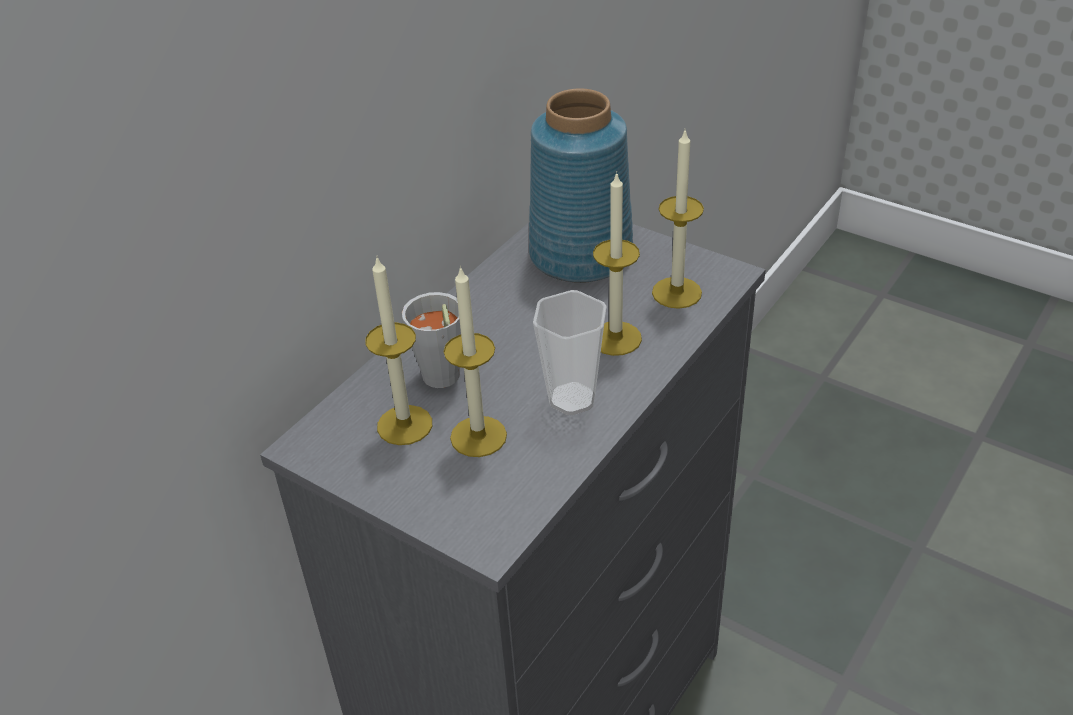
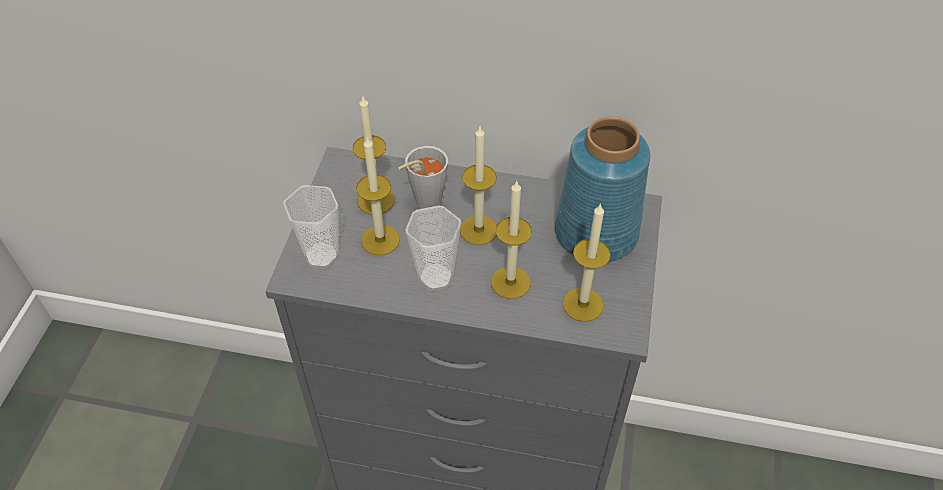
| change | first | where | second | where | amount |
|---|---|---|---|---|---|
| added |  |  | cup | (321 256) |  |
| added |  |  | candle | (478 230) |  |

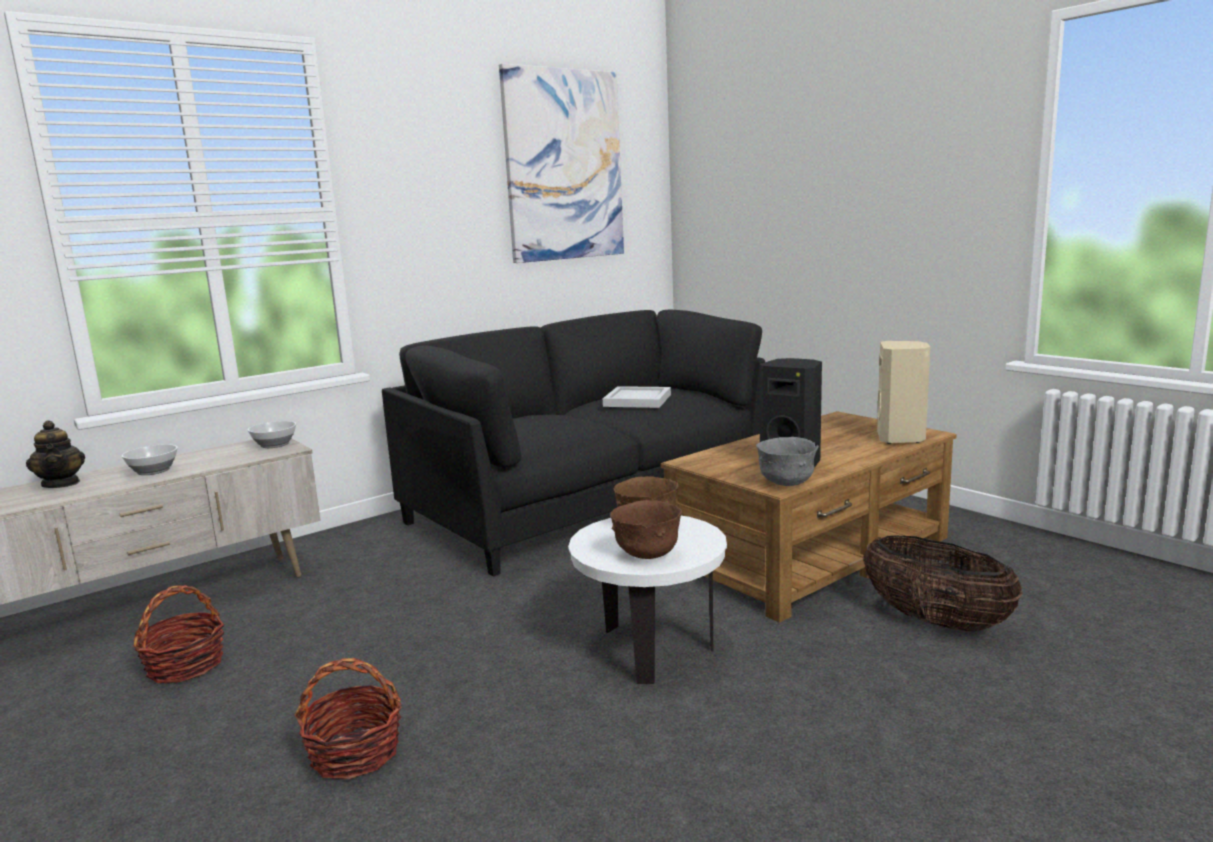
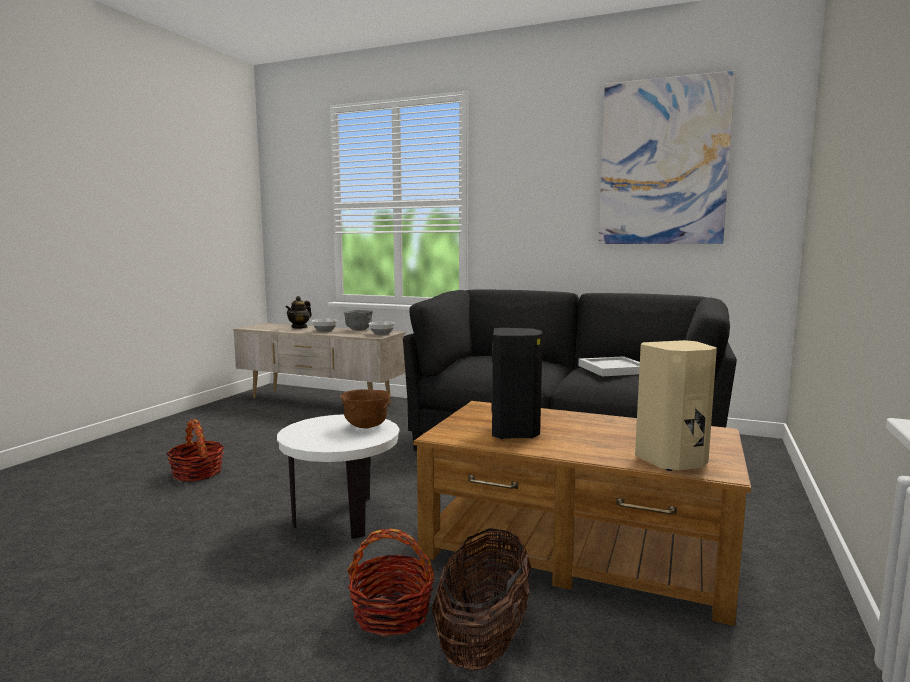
| change | first | where | second | where | amount |
|---|---|---|---|---|---|
| removed | bowl/brown | (647 555) |  |  |  |
| moved | basket | (185 665) |  | (392 613) |  |
| moved | bowl/grey | (786 484) |  | (359 330) |  |

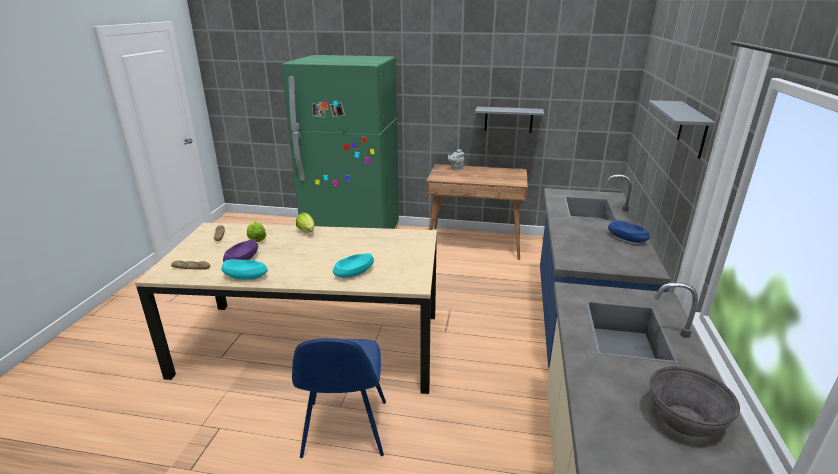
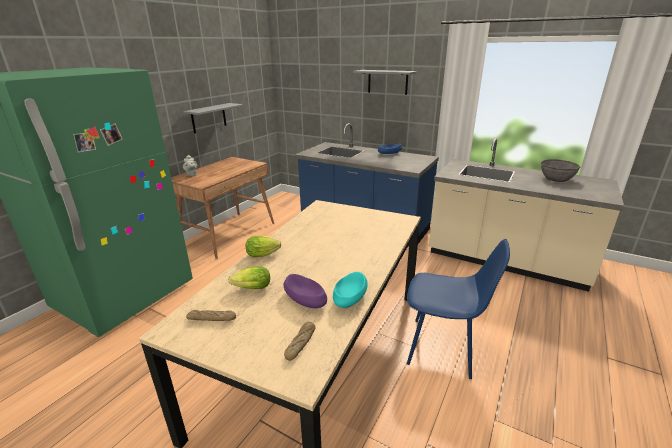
| change | first | where | second | where | amount |
|---|---|---|---|---|---|
| removed | bowl/turquoise | (354 273) |  |  |  |

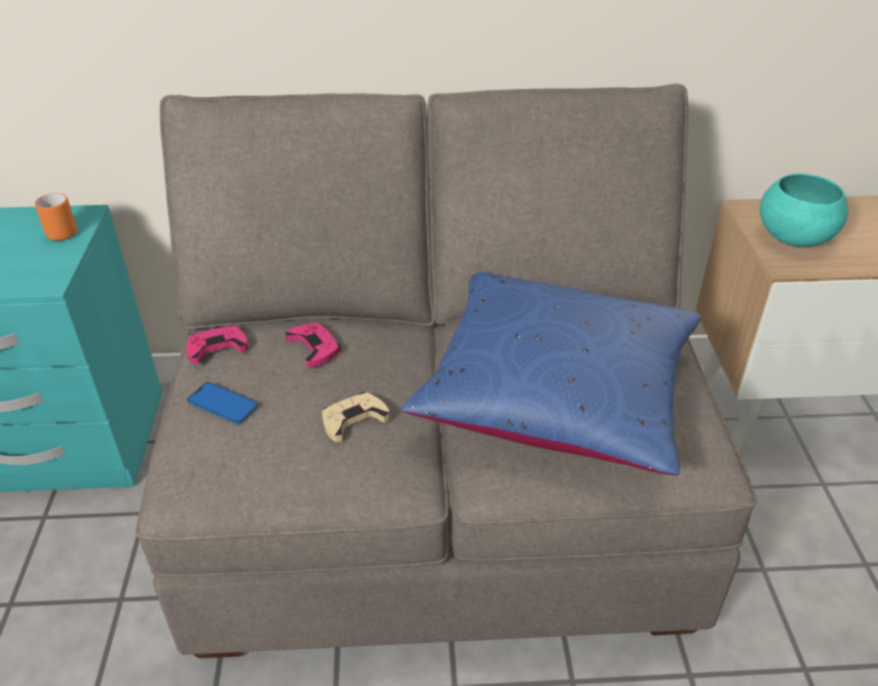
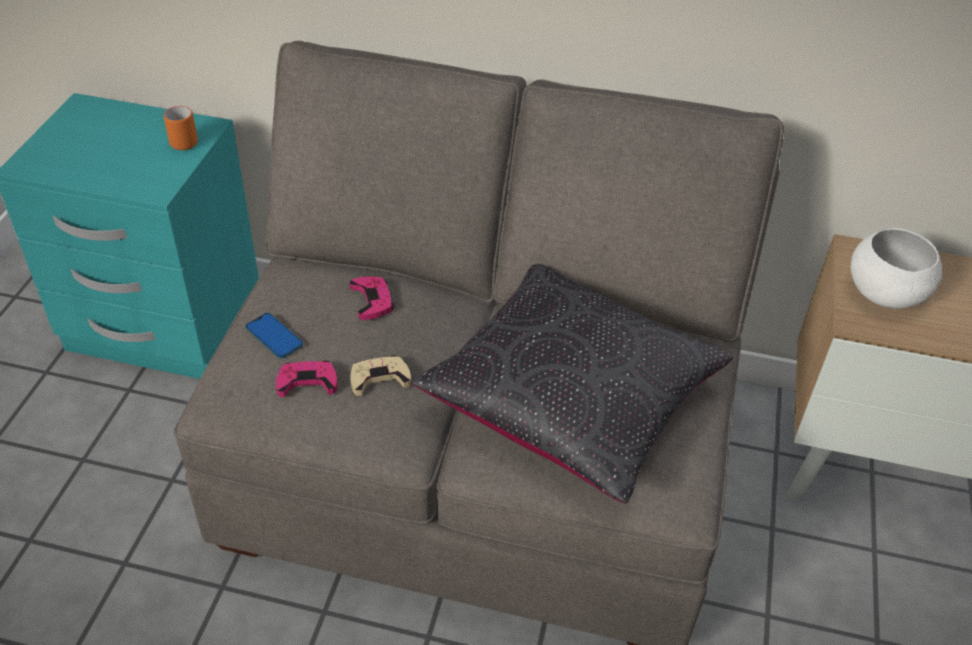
| change | first | where | second | where | amount |
|---|---|---|---|---|---|
| moved | game controller/pink | (216 348) |  | (307 382) |  |
| recoloured | pillow/blue | (556 393) | pillow/black | (571 398) |  |
| recoloured | bowl/turquoise | (793 238) | bowl/white | (884 294) |  |

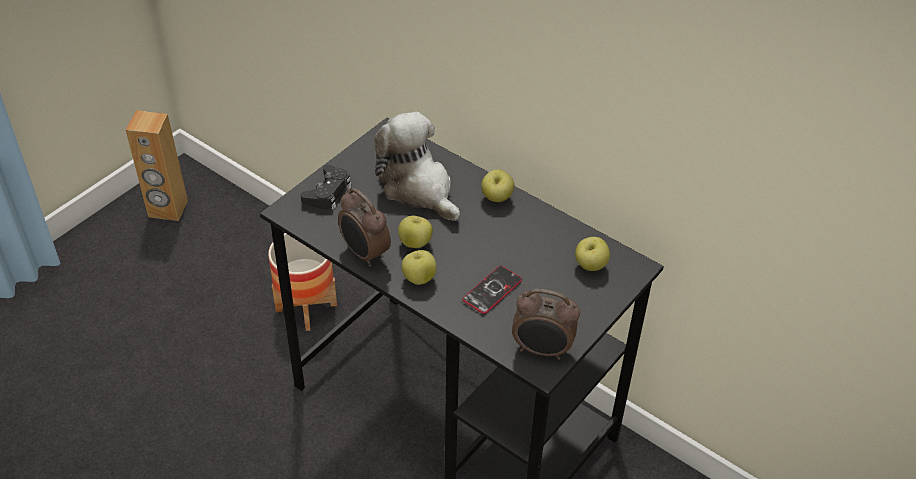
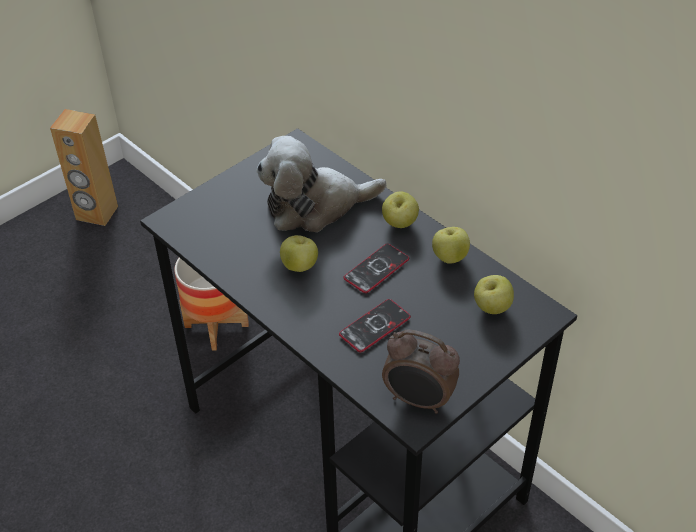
| change | first | where | second | where | amount |
|---|---|---|---|---|---|
| removed | game controller/black | (328 193) |  |  |  |
| removed | alarm clock | (364 254) |  |  |  |
| added |  |  | phone | (376 269) |  |
| moved | apple | (419 278) |  | (449 257) |  |
| turned | plush toy | (418 188) |  | (315 206) | 75 degrees counterclockwise |

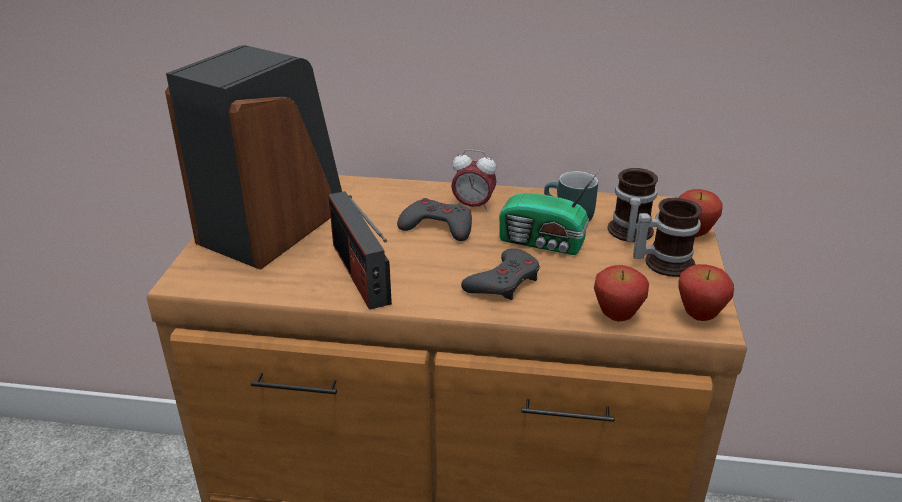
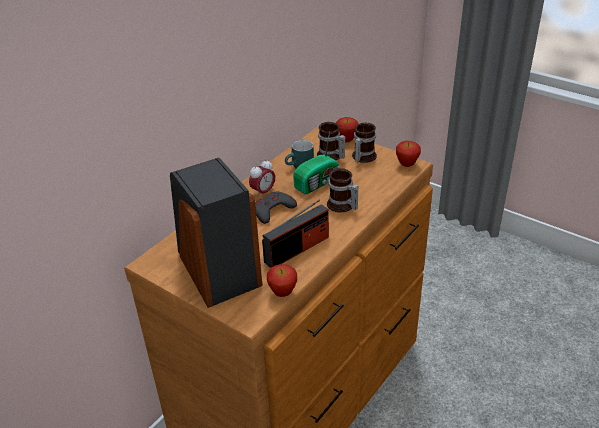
| change | first | where | second | where | amount |
|---|---|---|---|---|---|
| moved | apple | (617 317) |  | (283 293) |  |
| replaced | game controller/grey | (504 281) | mug | (341 206) |  |
| turned | radio | (360 273) |  | (297 249) | 45 degrees counterclockwise |

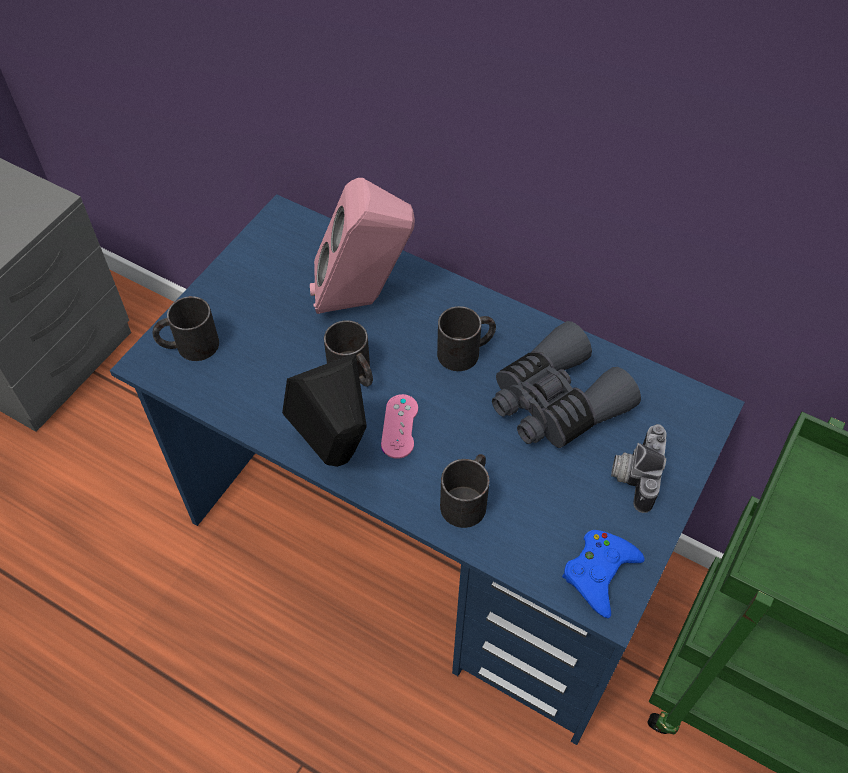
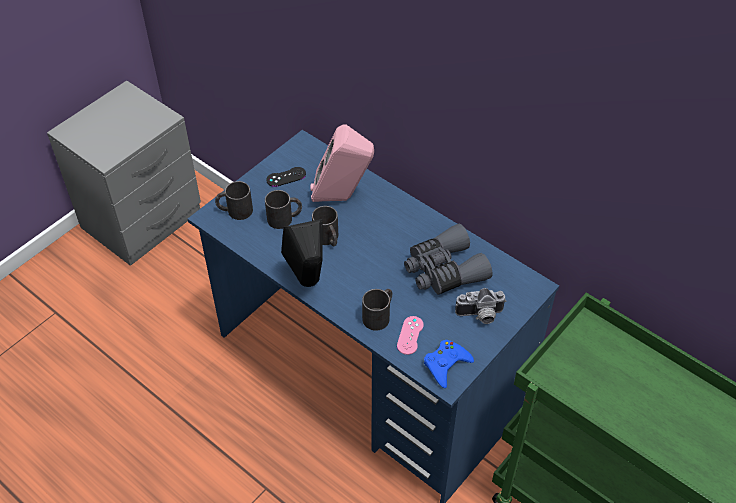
| change | first | where | second | where | amount |
|---|---|---|---|---|---|
| added |  |  | game controller/black | (286 177) |  |
| moved | game controller/pink | (399 426) |  | (410 335) |  |
| moved | mug/black | (466 351) |  | (285 218) |  |
| turned | photo camera | (634 474) |  | (480 316) | 120 degrees counterclockwise |

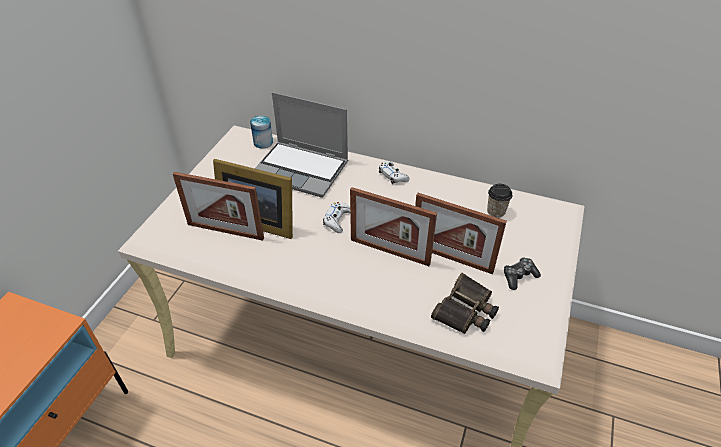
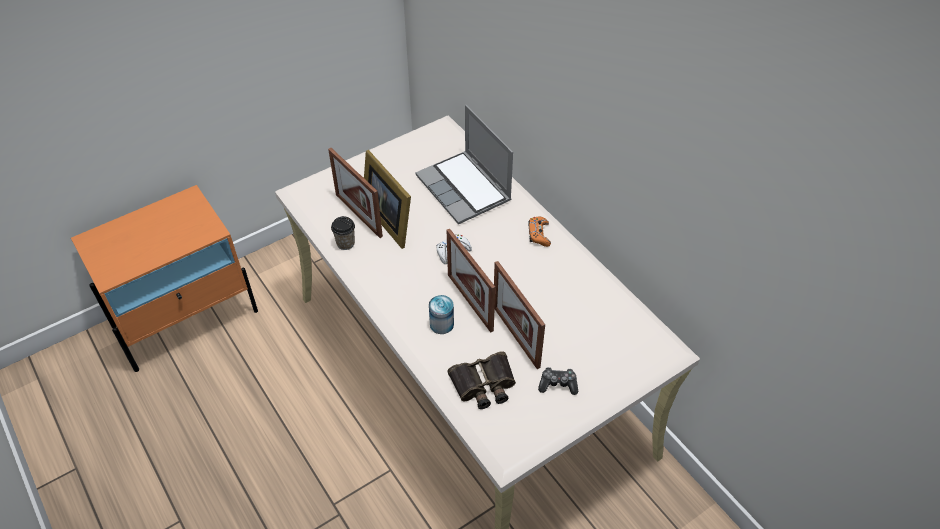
| change | first | where | second | where | amount |
|---|---|---|---|---|---|
| moved | can | (263 142) |  | (441 324) |  |
| moved | cup | (496 212) |  | (345 243) |  |
| recoloured | game controller/white | (393 176) | game controller/orange | (539 234) |  |

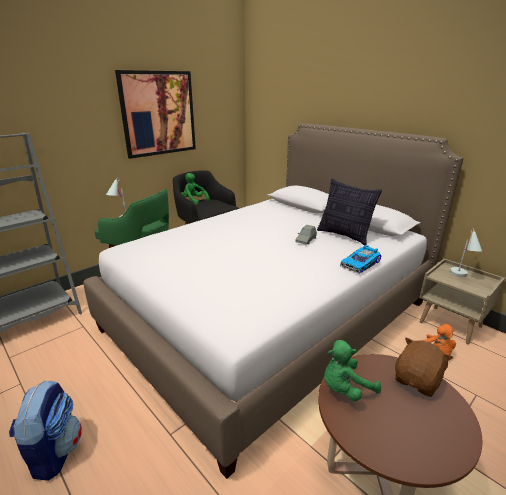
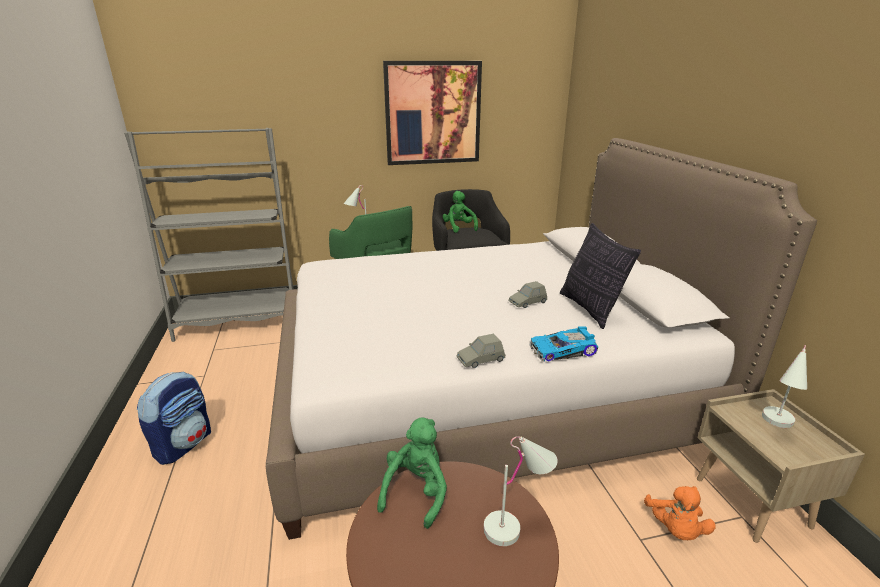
| change | first | where | second | where | amount |
|---|---|---|---|---|---|
| added |  |  | toy car/grey | (480 359) |  |
| replaced | plush toy/brown | (417 380) | table lamp/white | (517 525) |  |
| turned | plush toy/green | (345 389) |  | (416 492) | 105 degrees clockwise |

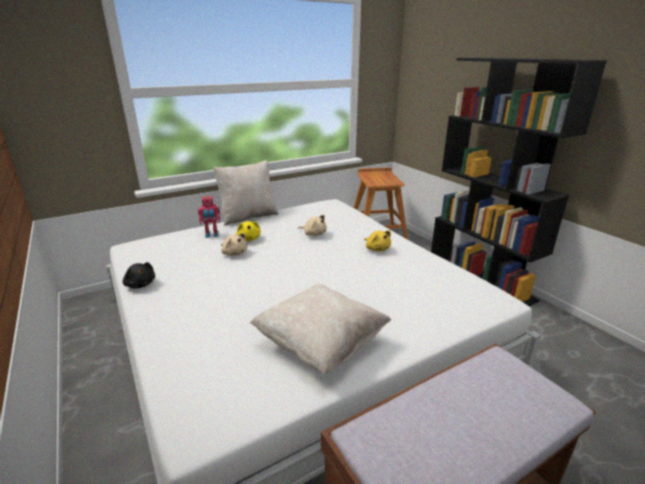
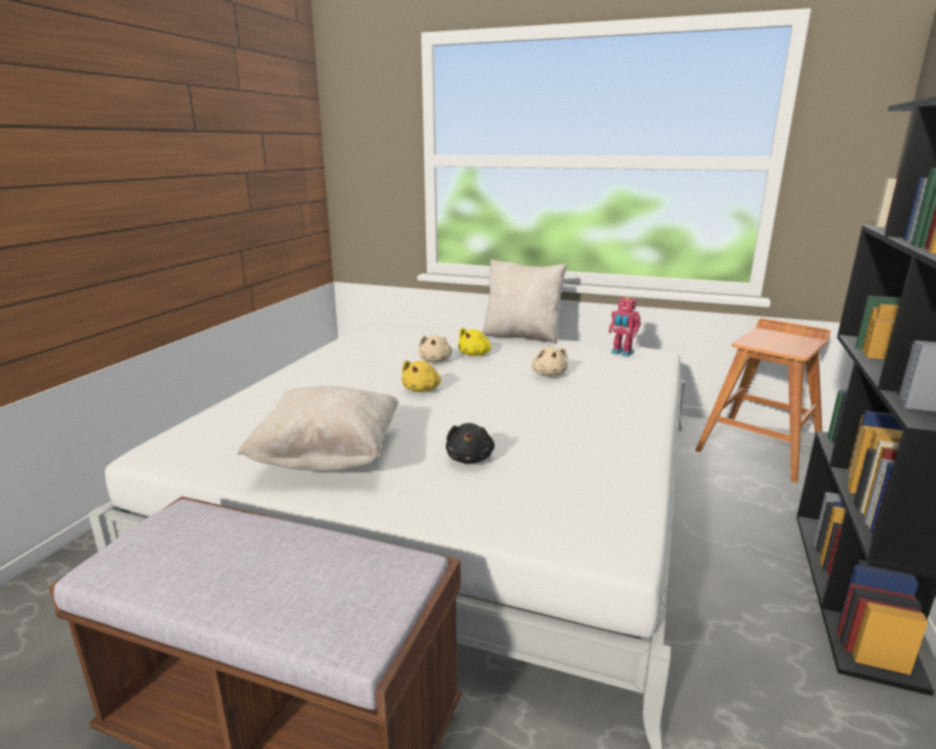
| change | first | where | second | where | amount |
|---|---|---|---|---|---|
| moved | plush toy/black | (140 284) |  | (470 458) |  |
| moved | toy robot | (212 235) |  | (621 353) |  |
| moved | plush toy/yellow | (377 249) |  | (422 389) |  |

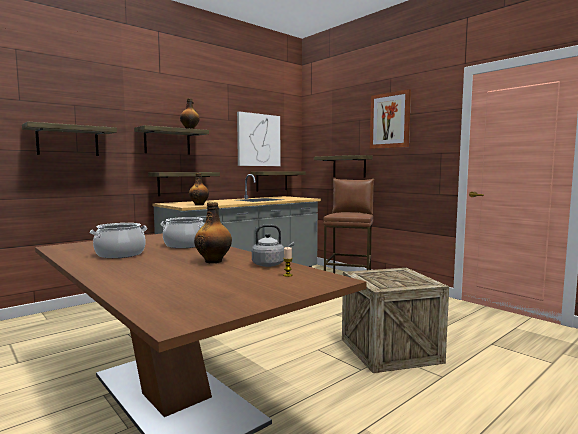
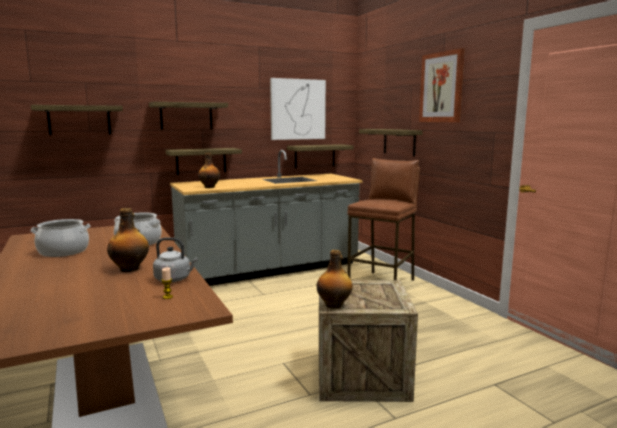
| change | first | where | second | where | amount |
|---|---|---|---|---|---|
| moved | bottle | (190 129) |  | (334 305) |  |

